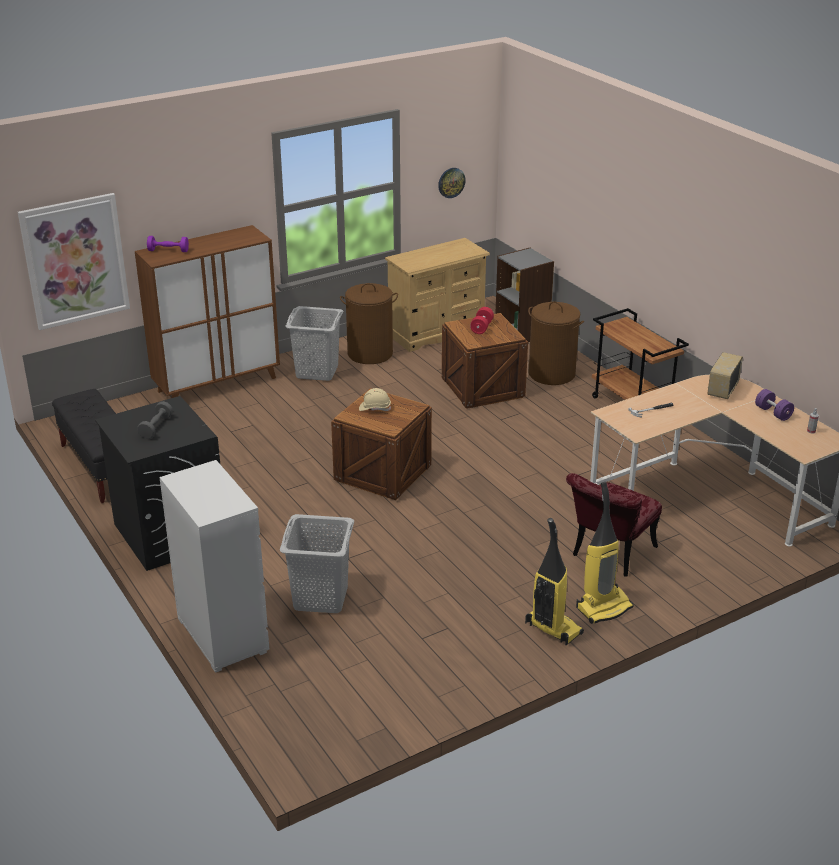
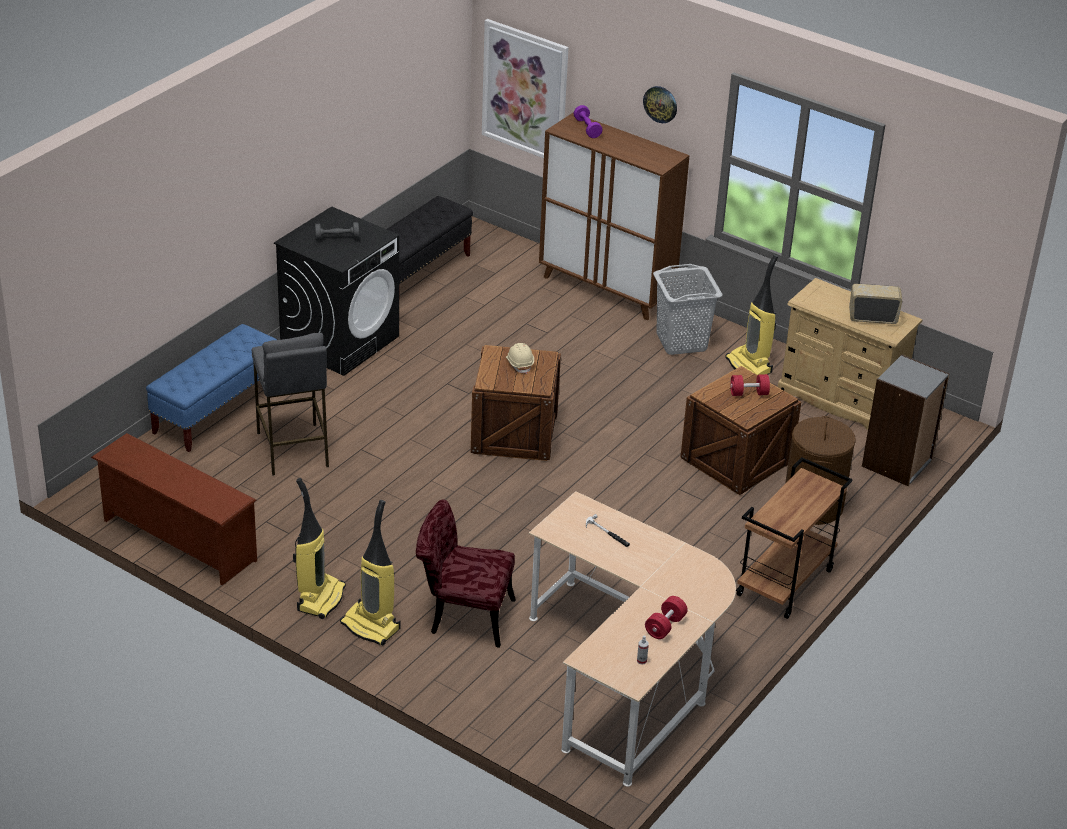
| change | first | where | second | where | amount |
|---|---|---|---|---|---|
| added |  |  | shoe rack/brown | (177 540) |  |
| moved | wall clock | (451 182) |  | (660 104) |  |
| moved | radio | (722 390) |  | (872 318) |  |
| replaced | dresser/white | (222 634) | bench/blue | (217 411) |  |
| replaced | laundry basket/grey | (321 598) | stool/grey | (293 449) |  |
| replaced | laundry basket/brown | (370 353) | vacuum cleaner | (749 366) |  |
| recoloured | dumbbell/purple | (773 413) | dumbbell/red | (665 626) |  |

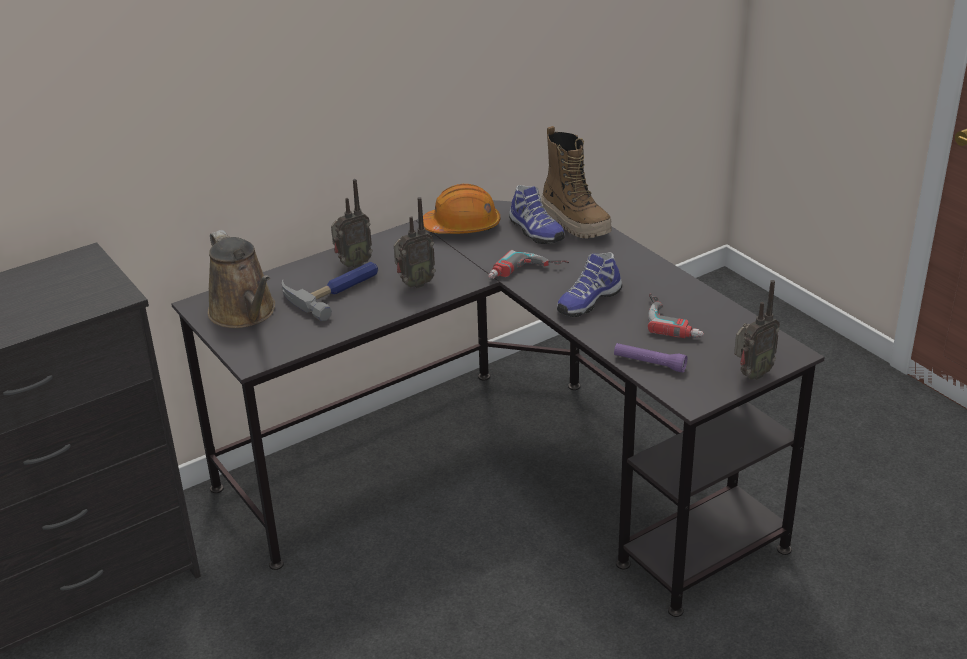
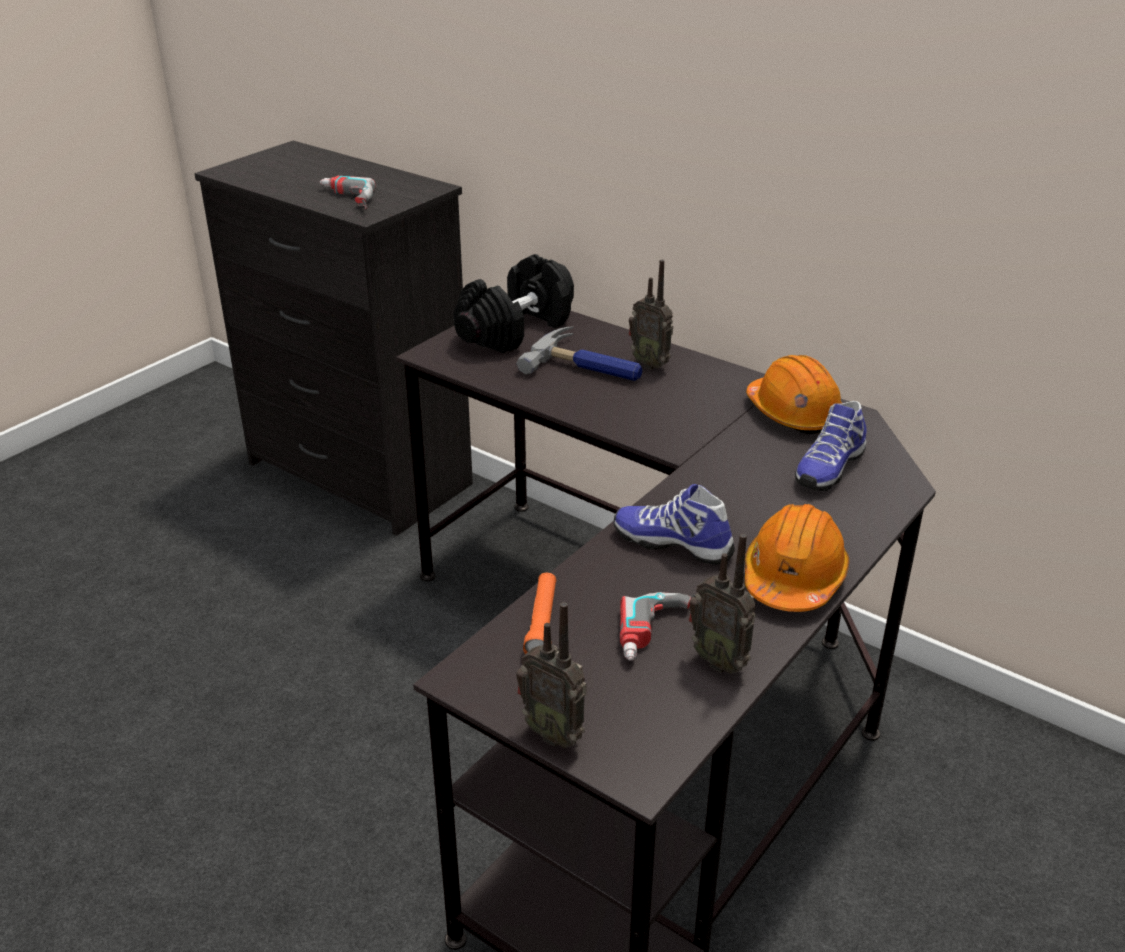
| change | first | where | second | where | amount |
|---|---|---|---|---|---|
| removed | boot | (575 223) |  |  |  |
| added |  |  | hard hat/orange | (793 578) |  |
| moved | radio | (414 284) |  | (720 660) |  |
| moved | power drill | (527 274) |  | (344 201) |  |
| replaced | watering can/brown | (245 313) | dumbbell/black | (516 330) |  |
| recoloured | flashlight/purple | (649 363) | flashlight/orange | (542 623) |  |

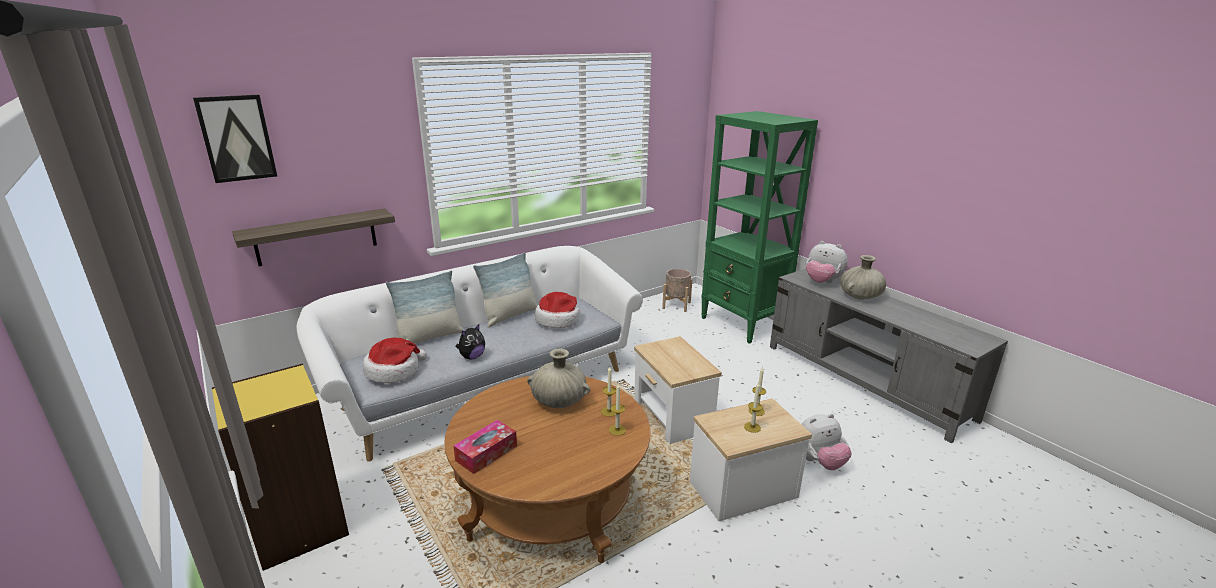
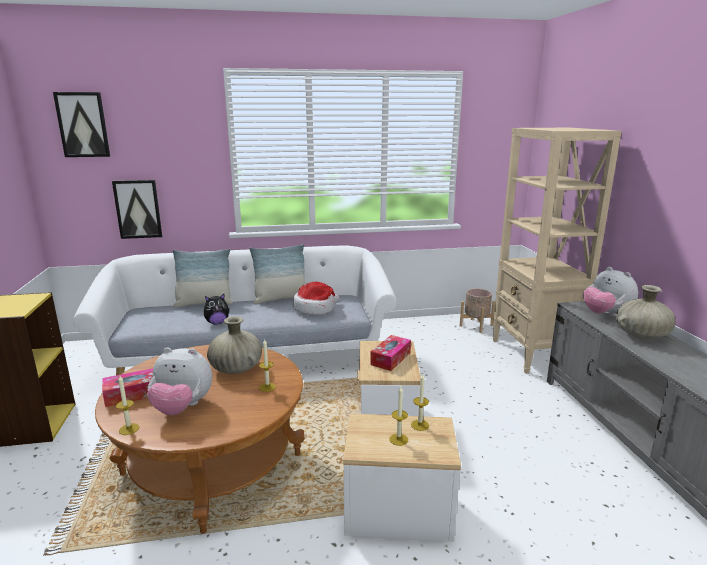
| change | first | where | second | where | amount |
|---|---|---|---|---|---|
| removed | hat | (394 371) |  |  |  |
| added |  |  | tissue box | (390 358) |  |
| moved | candle | (617 430) |  | (129 429) |  |
| moved | plush toy | (819 462) |  | (182 407) |  |
| replaced | shelf | (316 237) | picture | (138 209) |  |
| recoloured | bookcase/green | (743 324) | bookcase/beige | (533 354) |  |

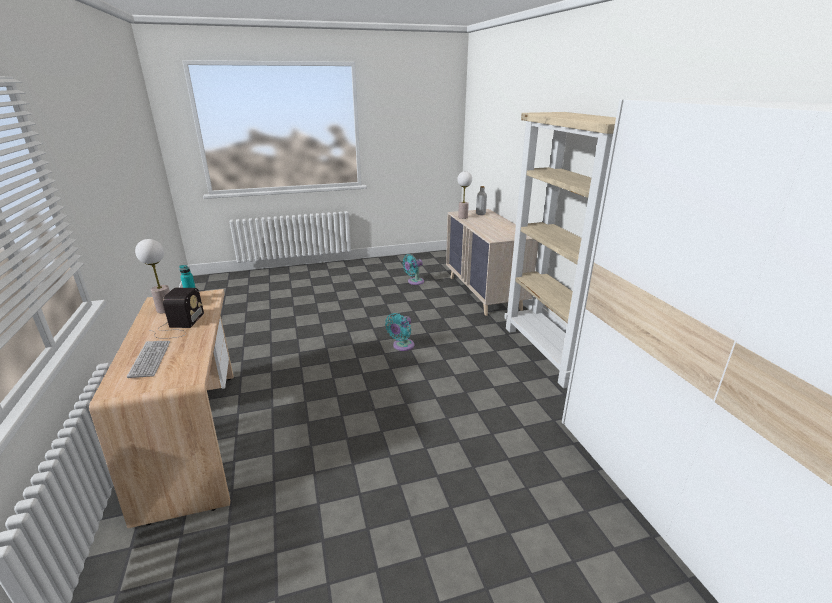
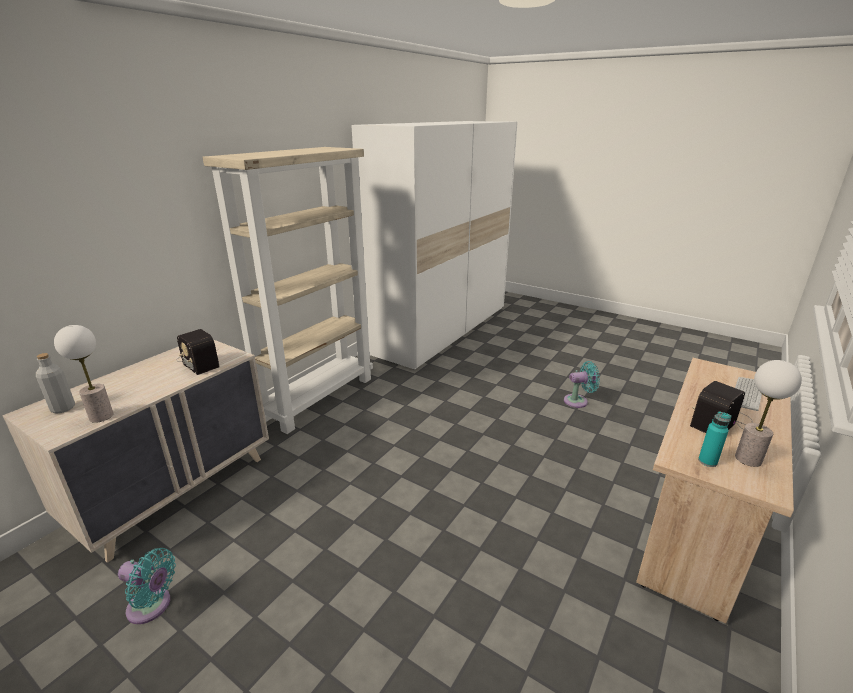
| change | first | where | second | where | amount |
|---|---|---|---|---|---|
| added |  |  | radio | (198 361) |  |
| moved | fan/turquoise | (402 346) |  | (578 401) |  |

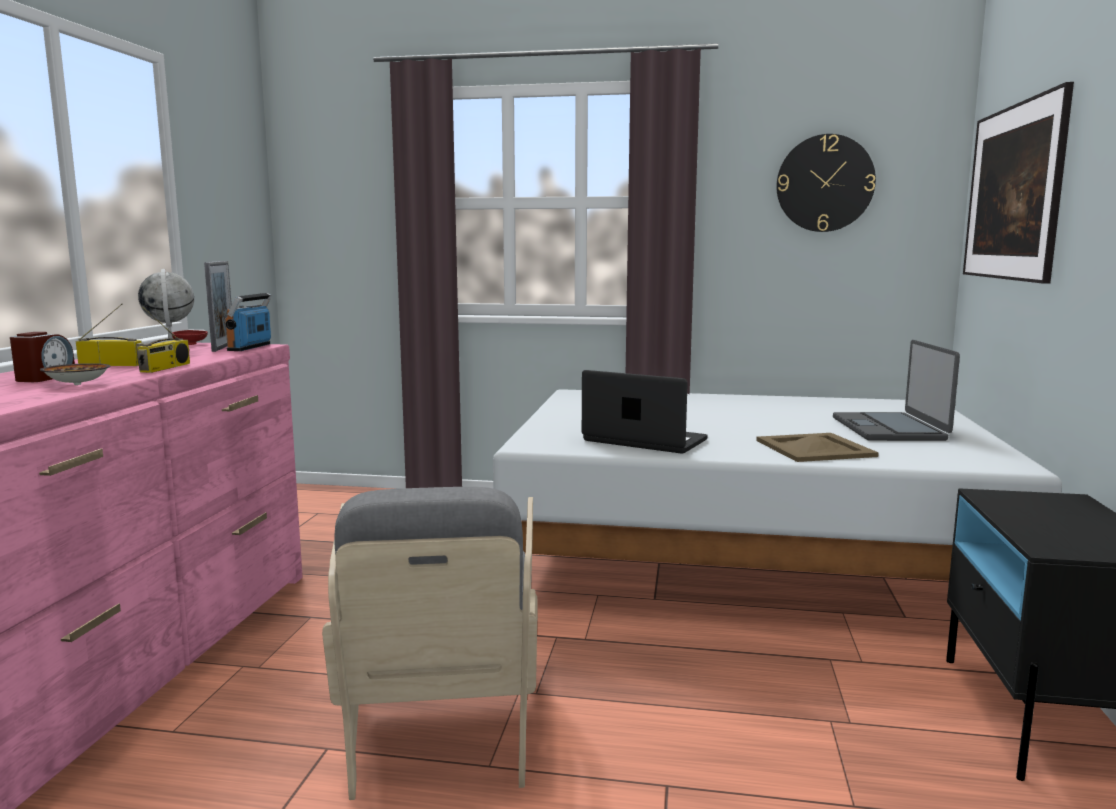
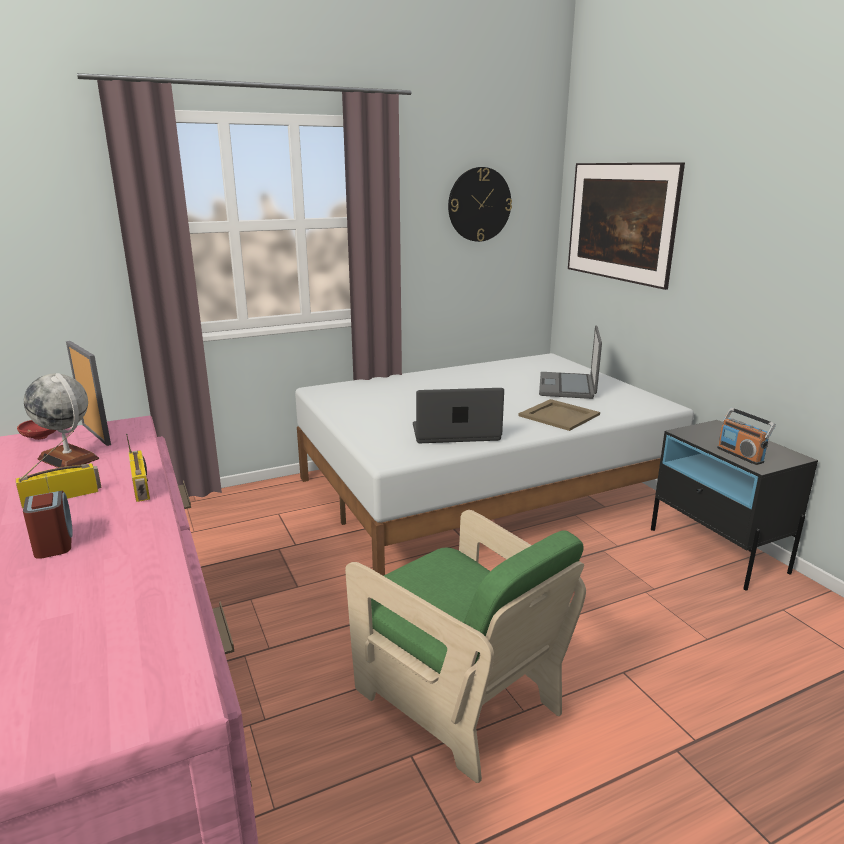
| change | first | where | second | where | amount |
|---|---|---|---|---|---|
| removed | bowl | (76 384) |  |  |  |
| moved | radio | (250 347) |  | (740 455) |  |
| recoloured | armchair/grey | (441 723) | armchair/green | (458 697) |  |
| turned | laptop | (889 429) |  | (567 387) | 45 degrees clockwise |

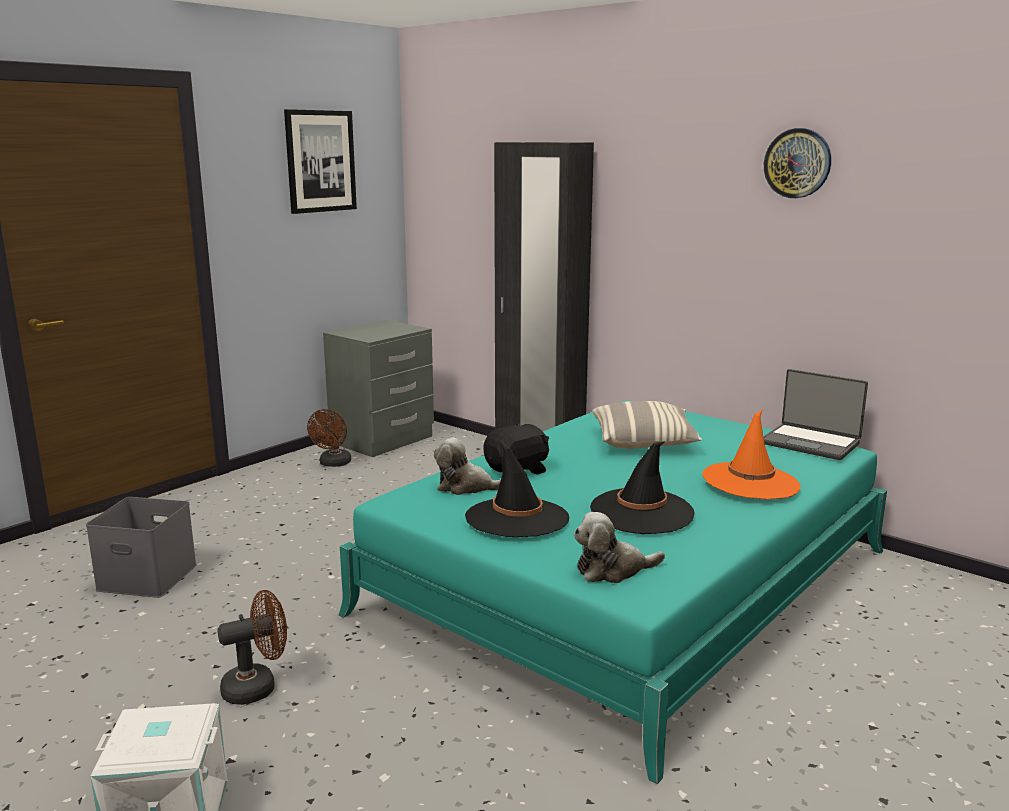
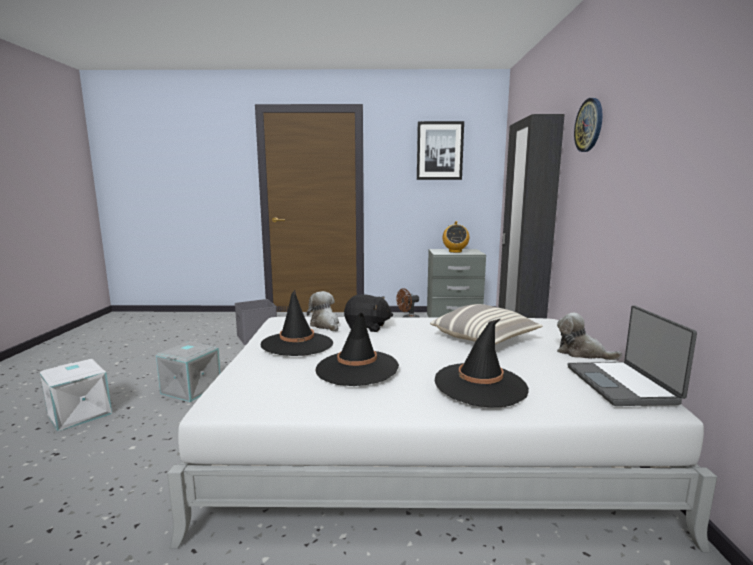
| change | first | where | second | where | amount |
|---|---|---|---|---|---|
| added |  |  | radio | (455 251) |  |
| moved | plush toy | (612 570) |  | (582 353) |  |
| moved | wall clock | (797 163) |  | (589 125) |  |
| replaced | fan/brown | (257 687) | storage box/grey | (191 389) |  |
| recoloured | bed/turquoise | (630 581) | bed/white | (420 438) |  |
| recoloured | hat/orange | (750 481) | hat/black | (480 385) |  |

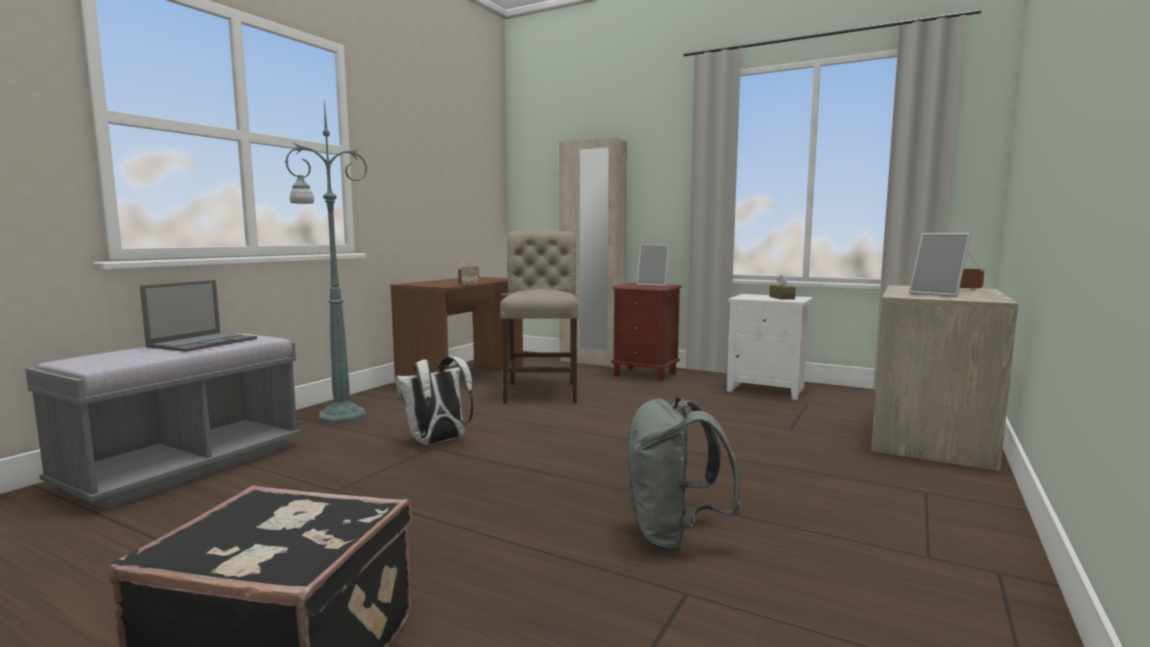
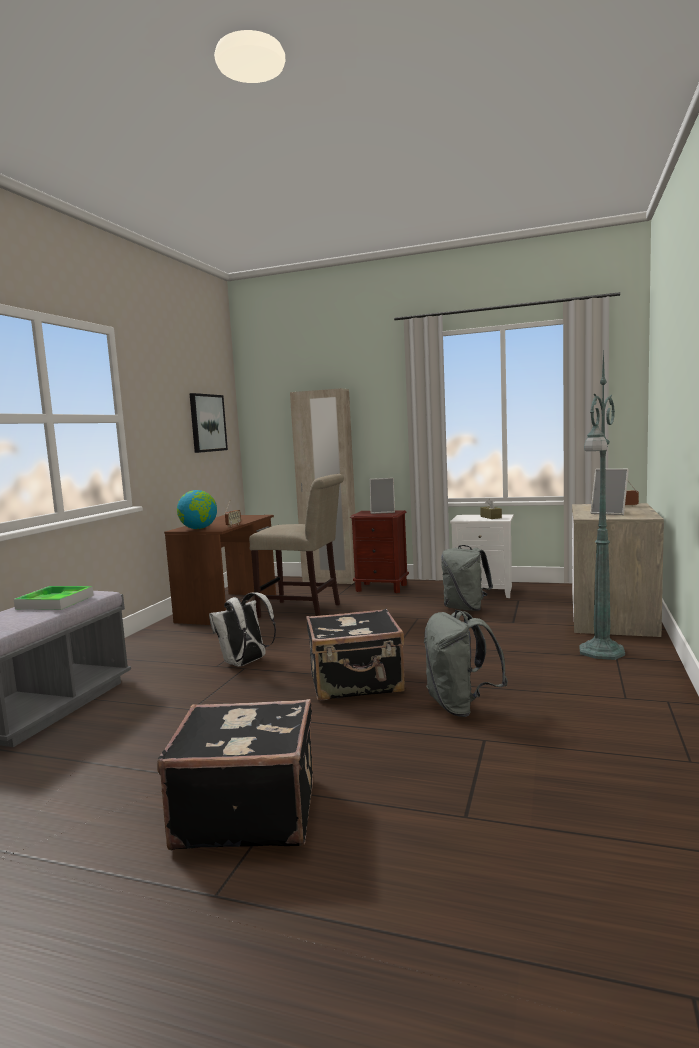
| change | first | where | second | where | amount |
|---|---|---|---|---|---|
| added |  |  | globe | (198 529) |  |
| added |  |  | picture | (207 423) |  |
| added |  |  | suitcase/black | (356 683) |  |
| added |  |  | backpack/grey | (466 608) |  |
| moved | floor lamp/green | (339 416) |  | (600 652) |  |
| replaced | laptop | (204 342) | tray | (55 602) |  |
| turned | chair/beige | (542 391) |  | (304 611) | 120 degrees clockwise |

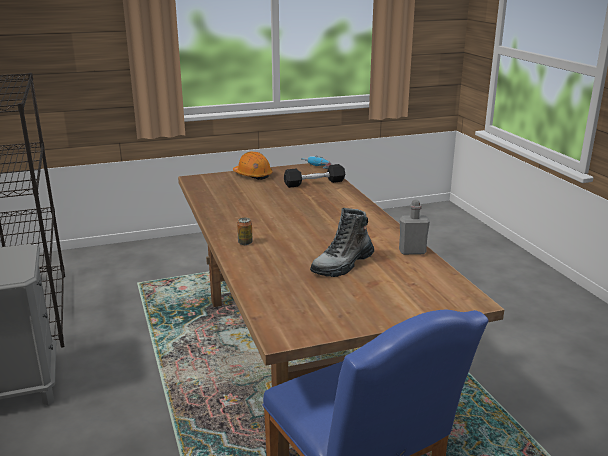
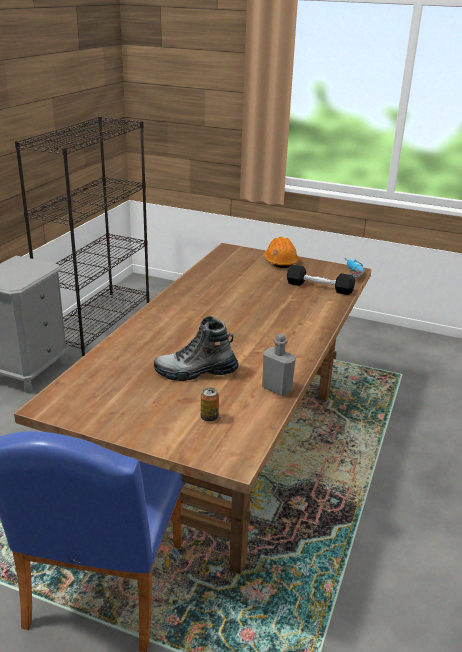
| change | first | where | second | where | amount |
|---|---|---|---|---|---|
| moved | can | (245 243) |  | (209 417) |  |

